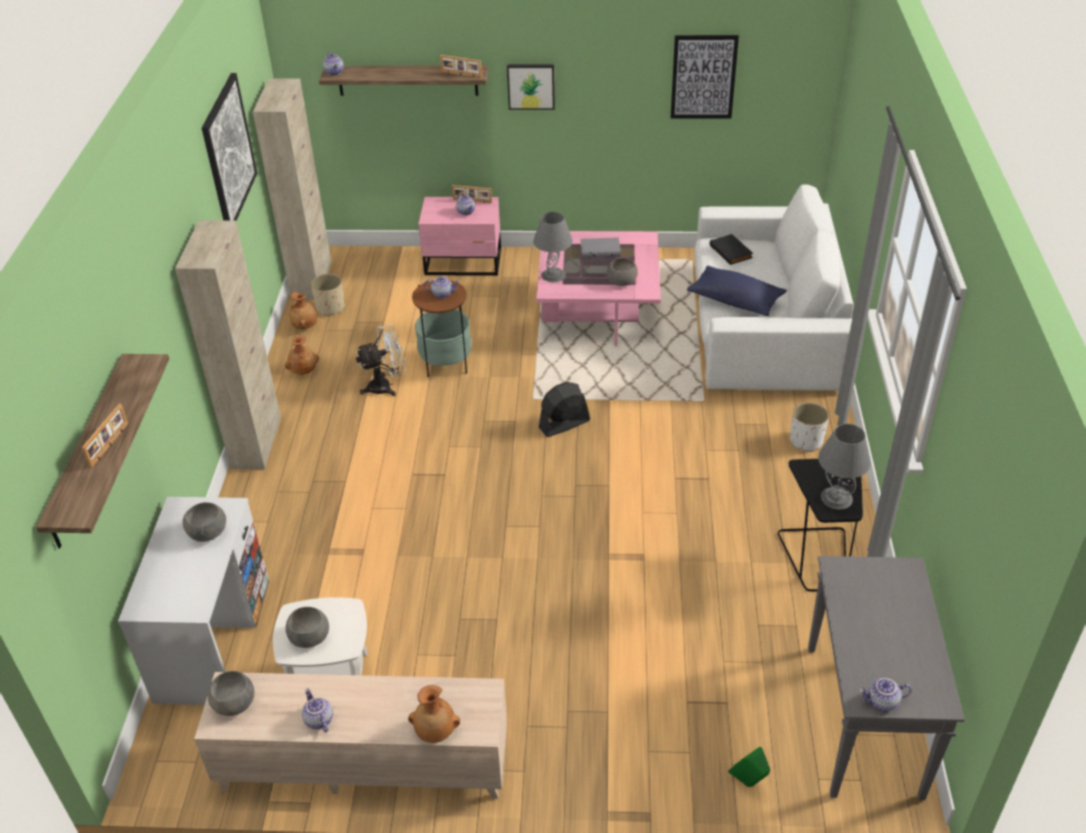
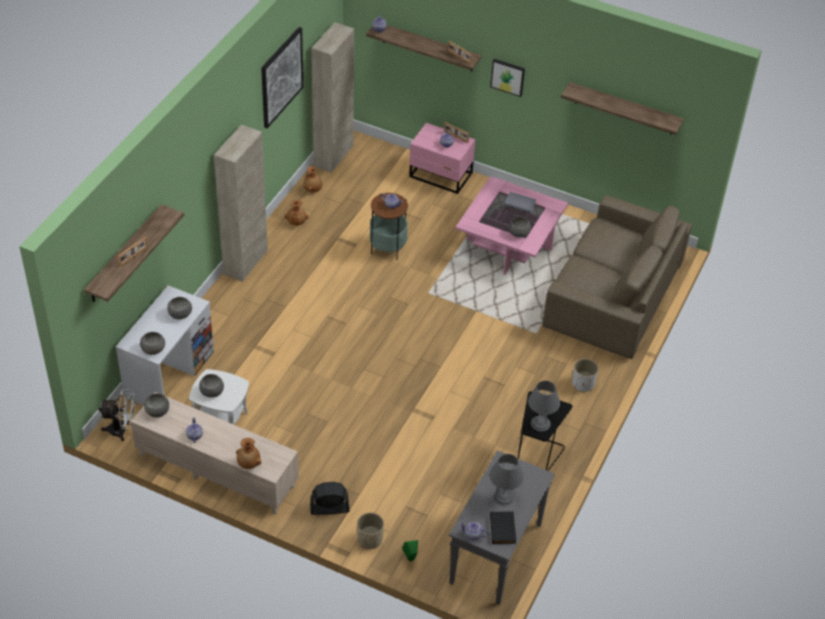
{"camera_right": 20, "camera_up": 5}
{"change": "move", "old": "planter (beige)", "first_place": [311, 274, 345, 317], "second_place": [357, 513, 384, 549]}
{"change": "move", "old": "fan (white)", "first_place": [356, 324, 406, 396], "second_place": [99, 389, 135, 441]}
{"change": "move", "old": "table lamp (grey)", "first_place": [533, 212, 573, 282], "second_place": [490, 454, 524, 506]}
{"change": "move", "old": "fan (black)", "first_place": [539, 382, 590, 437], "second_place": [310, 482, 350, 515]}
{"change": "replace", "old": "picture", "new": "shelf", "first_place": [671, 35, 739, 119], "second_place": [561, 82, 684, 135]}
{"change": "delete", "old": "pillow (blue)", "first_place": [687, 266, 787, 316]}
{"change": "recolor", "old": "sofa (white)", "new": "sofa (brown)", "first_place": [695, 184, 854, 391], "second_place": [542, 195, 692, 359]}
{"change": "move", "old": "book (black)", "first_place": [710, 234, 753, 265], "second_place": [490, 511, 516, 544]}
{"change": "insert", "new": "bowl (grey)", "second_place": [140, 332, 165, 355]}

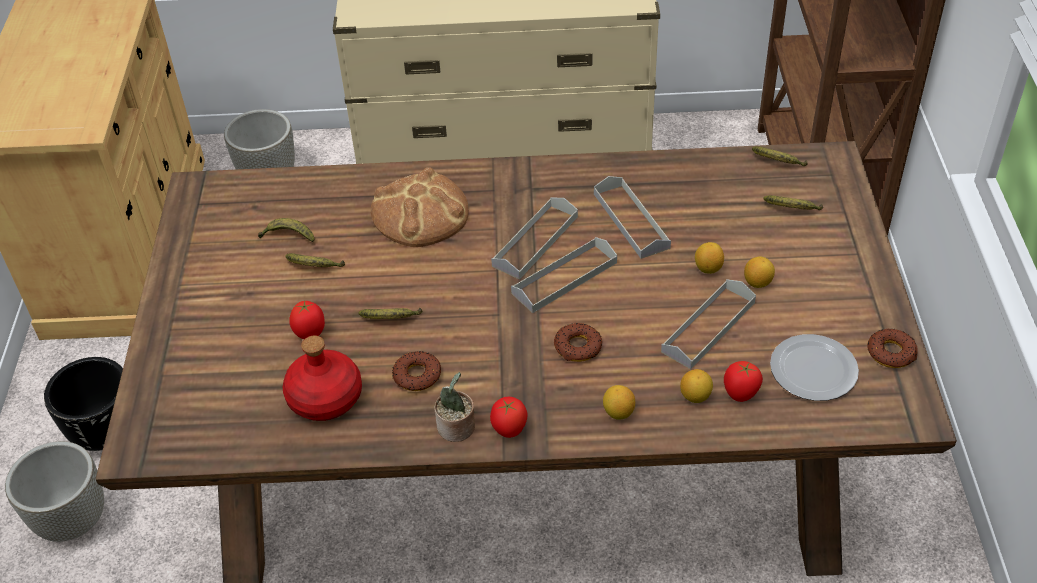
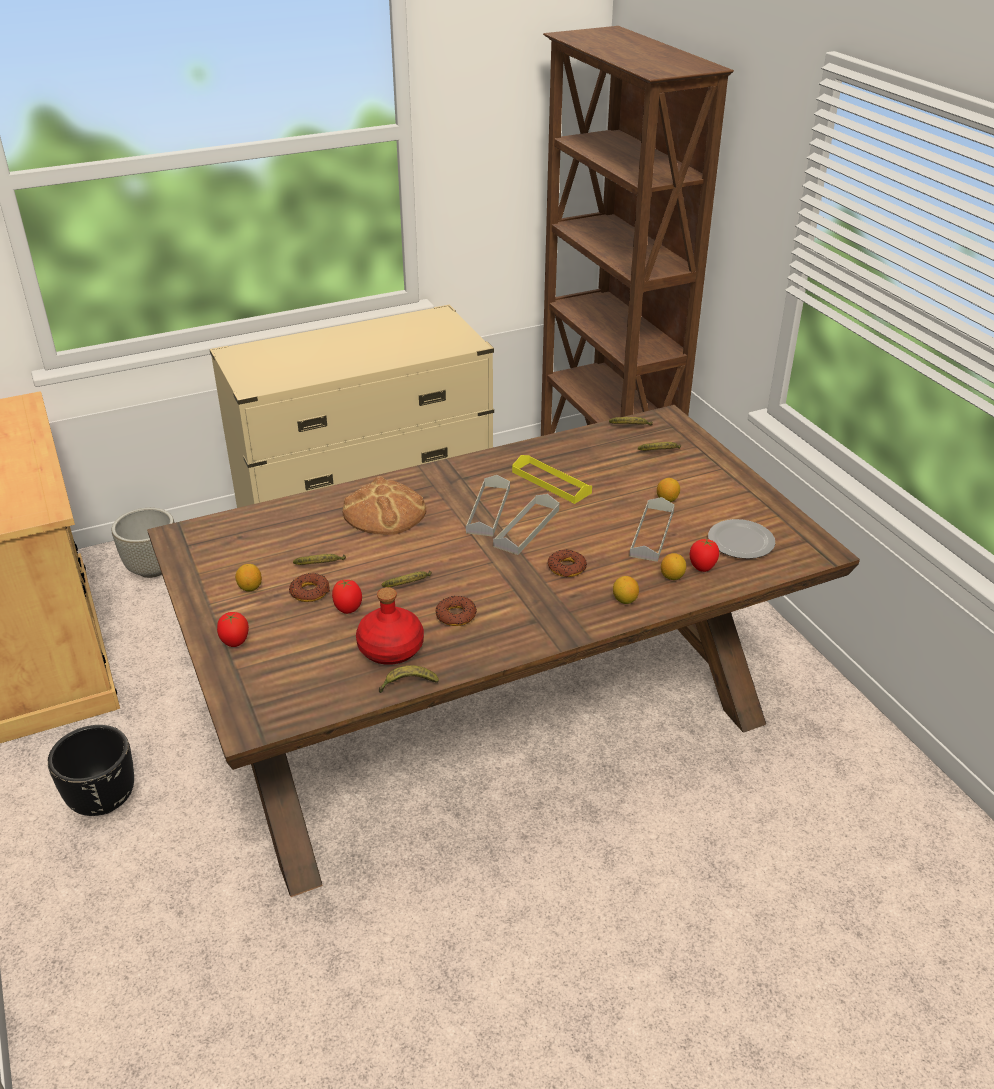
{"camera_right": -25, "camera_up": -10}
{"change": "delete", "old": "planter (grey)", "first_place": [5, 441, 104, 542]}
{"change": "move", "old": "banana", "first_place": [258, 218, 315, 242], "second_place": [379, 665, 439, 693]}
{"change": "delete", "old": "potted plant", "first_place": [434, 372, 475, 442]}
{"change": "move", "old": "tomato", "first_place": [490, 397, 527, 438], "second_place": [217, 612, 249, 647]}
{"change": "recolor", "old": "tray (grey)", "new": "tray (yellow)", "first_place": [594, 176, 671, 259], "second_place": [512, 455, 592, 504]}
{"change": "move", "old": "lemon", "first_place": [695, 242, 724, 274], "second_place": [235, 564, 262, 591]}
{"change": "move", "old": "donut", "first_place": [867, 329, 918, 368], "second_place": [289, 573, 330, 602]}

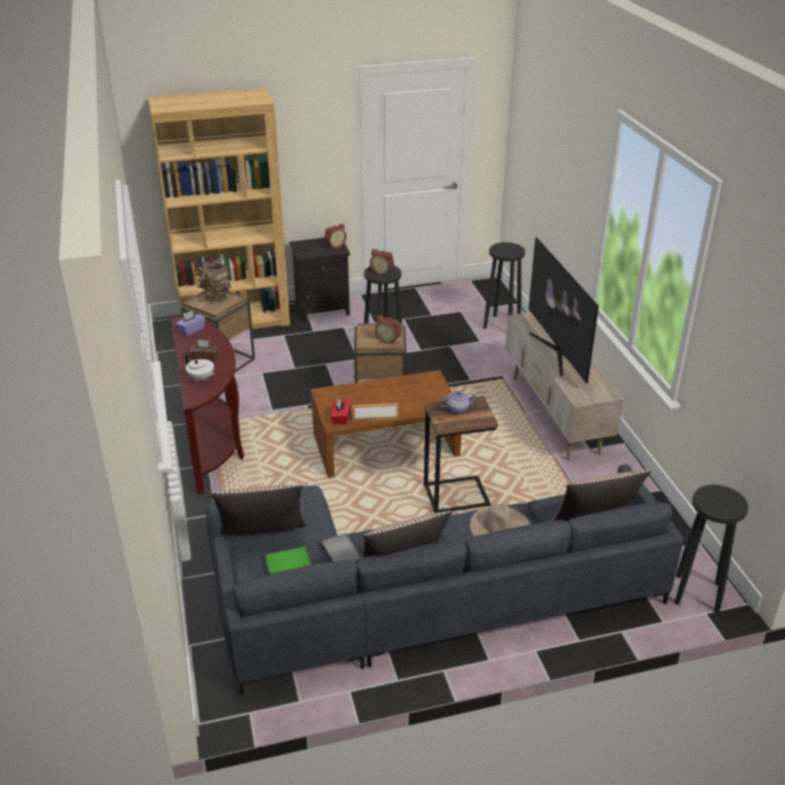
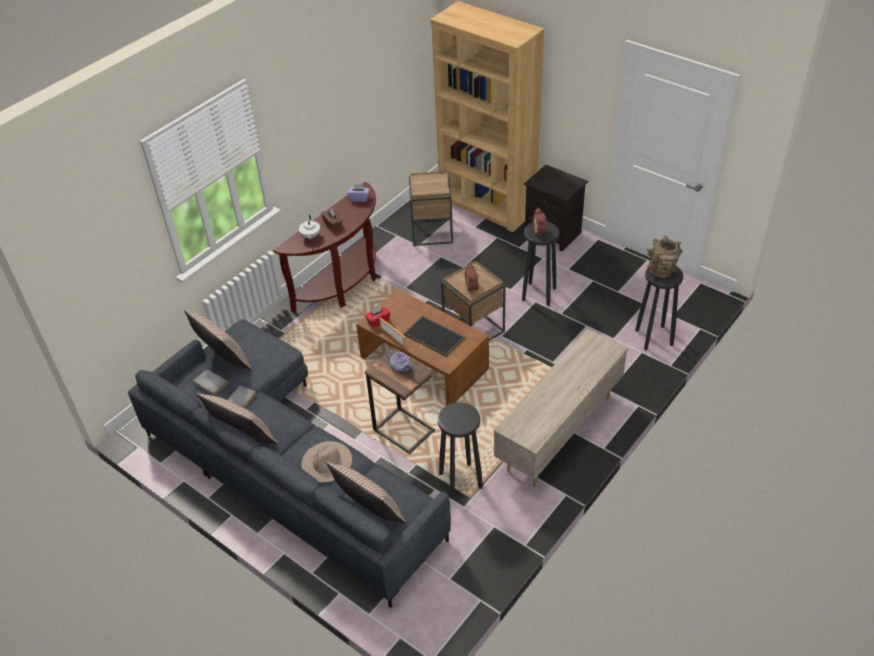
{"camera_right": 55, "camera_up": 10}
{"change": "move", "old": "vase (brown)", "first_place": [196, 261, 231, 302], "second_place": [647, 235, 683, 278]}
{"change": "recolor", "old": "book (green)", "new": "book (grey)", "first_place": [265, 546, 311, 574], "second_place": [193, 369, 229, 395]}
{"change": "delete", "old": "alarm clock", "first_place": [324, 224, 346, 249]}
{"change": "delete", "old": "television", "first_place": [529, 237, 599, 384]}
{"change": "move", "old": "stool (black)", "first_place": [675, 485, 748, 613], "second_place": [438, 402, 483, 499]}
{"change": "insert", "new": "tray", "second_place": [403, 315, 465, 357]}

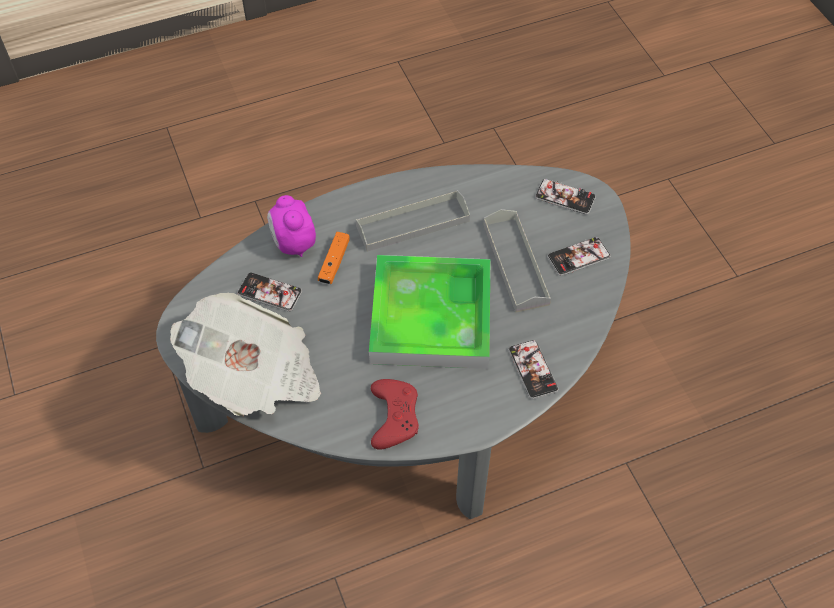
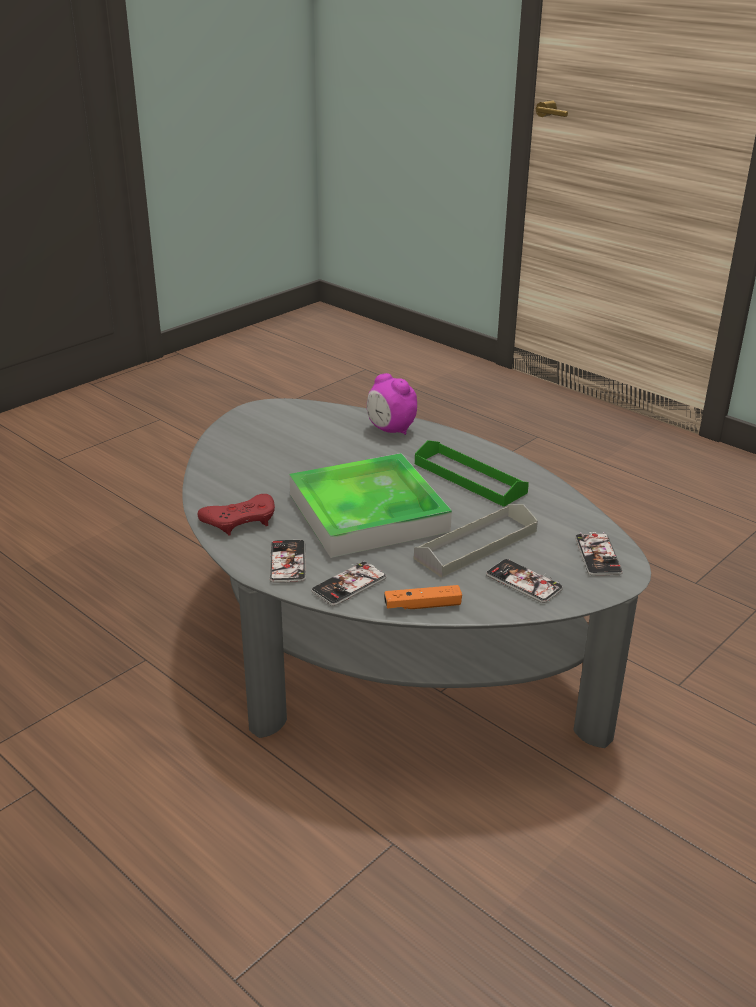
{"camera_right": 65, "camera_up": -25}
{"change": "delete", "old": "newspaper", "first_place": [170, 292, 321, 416]}
{"change": "move", "old": "phone", "first_place": [237, 272, 302, 312], "second_place": [270, 540, 306, 583]}
{"change": "rotate", "old": "alarm clock", "first_place": [267, 195, 316, 257], "second_place": [367, 373, 417, 435], "degrees": -90}
{"change": "move", "old": "game controller (orange)", "first_place": [318, 232, 350, 284], "second_place": [384, 585, 462, 610]}
{"change": "recolor", "old": "tray (grey)", "new": "tray (green)", "first_place": [356, 190, 470, 252], "second_place": [415, 440, 529, 507]}

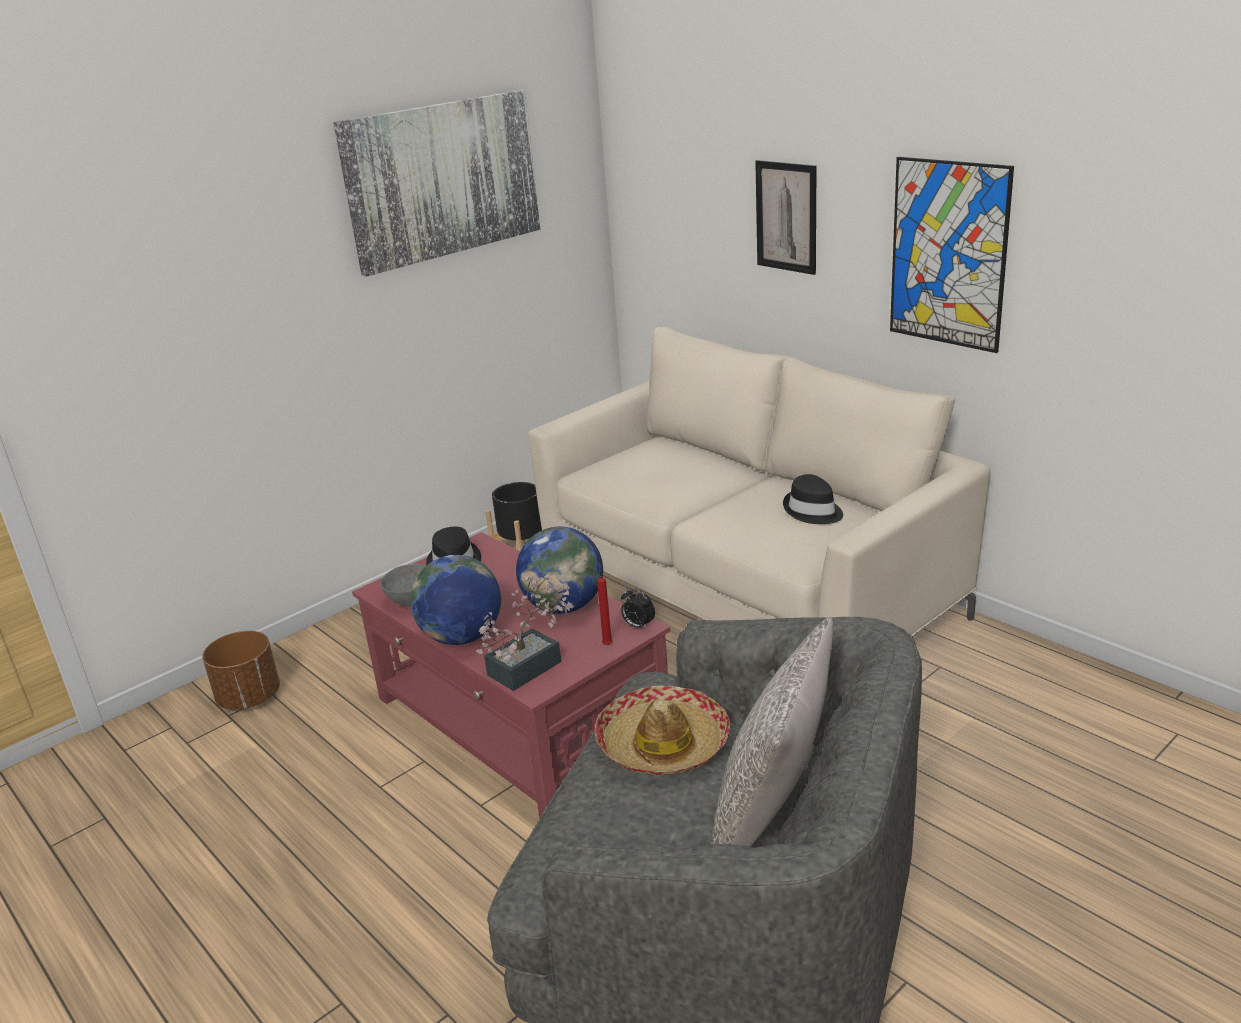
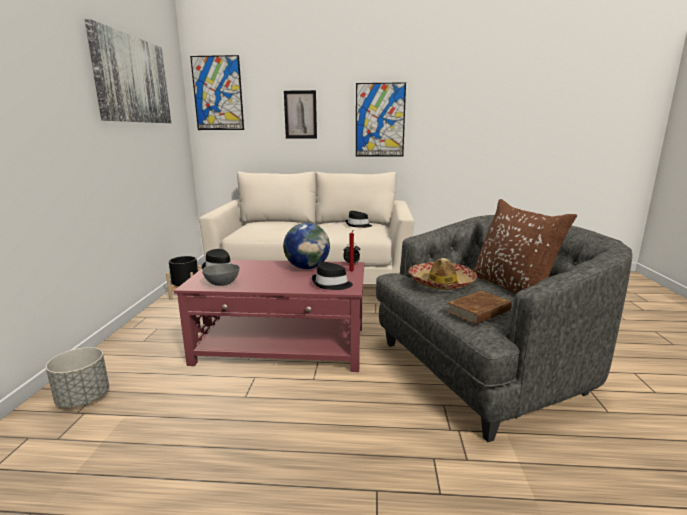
{"camera_right": -45, "camera_up": -10}
{"change": "recolor", "old": "planter (brown)", "new": "planter (grey)", "first_place": [202, 631, 280, 710], "second_place": [46, 347, 109, 408]}
{"change": "delete", "old": "globe", "first_place": [410, 555, 501, 645]}
{"change": "replace", "old": "potted plant", "new": "hat (black)", "first_place": [476, 573, 574, 691], "second_place": [312, 262, 353, 290]}
{"change": "recolor", "old": "pillow (grey)", "new": "pillow (brown)", "first_place": [711, 617, 833, 847], "second_place": [472, 199, 577, 294]}
{"change": "insert", "new": "picture", "second_place": [190, 55, 244, 130]}
{"change": "insert", "new": "book (brown)", "second_place": [446, 291, 512, 324]}

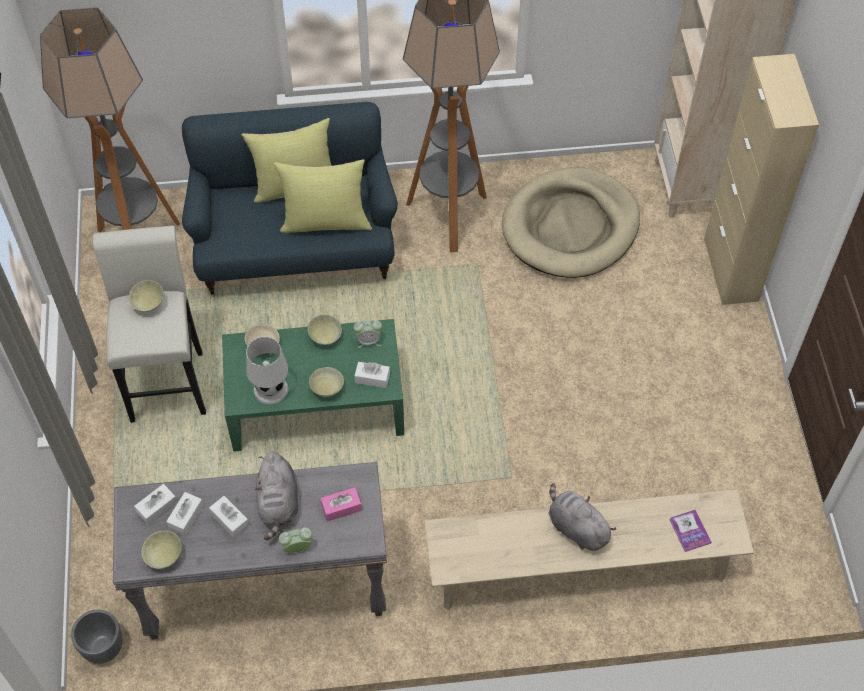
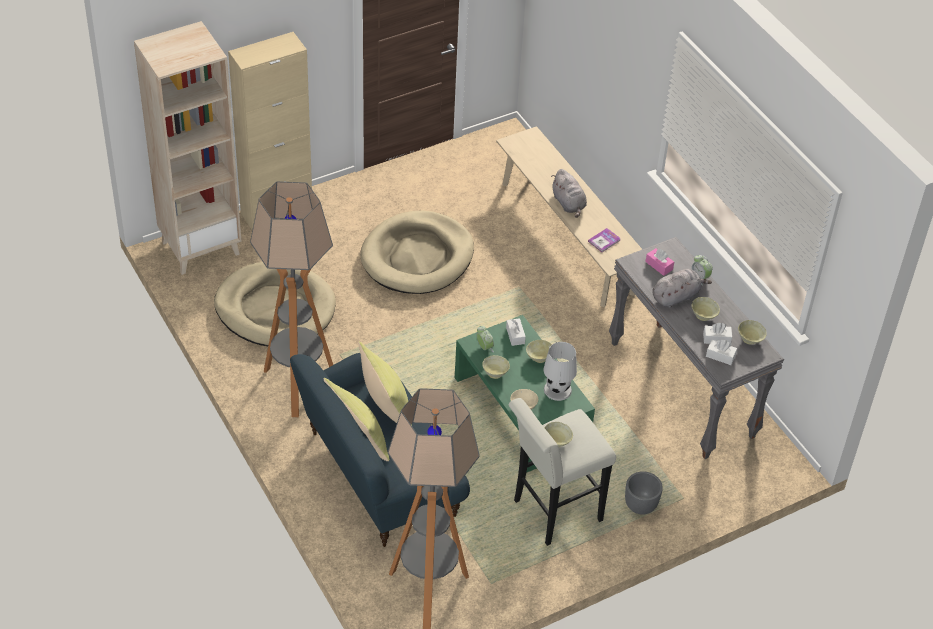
{"camera_right": -115, "camera_up": -10}
{"change": "move", "old": "planter (grey)", "first_place": [71, 610, 123, 664], "second_place": [625, 471, 663, 514]}
{"change": "replace", "old": "tissue box (white)", "new": "bowl (beige)", "first_place": [209, 496, 249, 538], "second_place": [692, 297, 720, 321]}
{"change": "rotate", "old": "plush toy (grey)", "first_place": [549, 483, 616, 551], "second_place": [551, 169, 587, 218], "degrees": -45}
{"change": "move", "old": "book", "first_place": [669, 510, 711, 552], "second_place": [588, 228, 621, 252]}
{"change": "insert", "new": "dog bed (beige)", "second_place": [360, 211, 474, 294]}

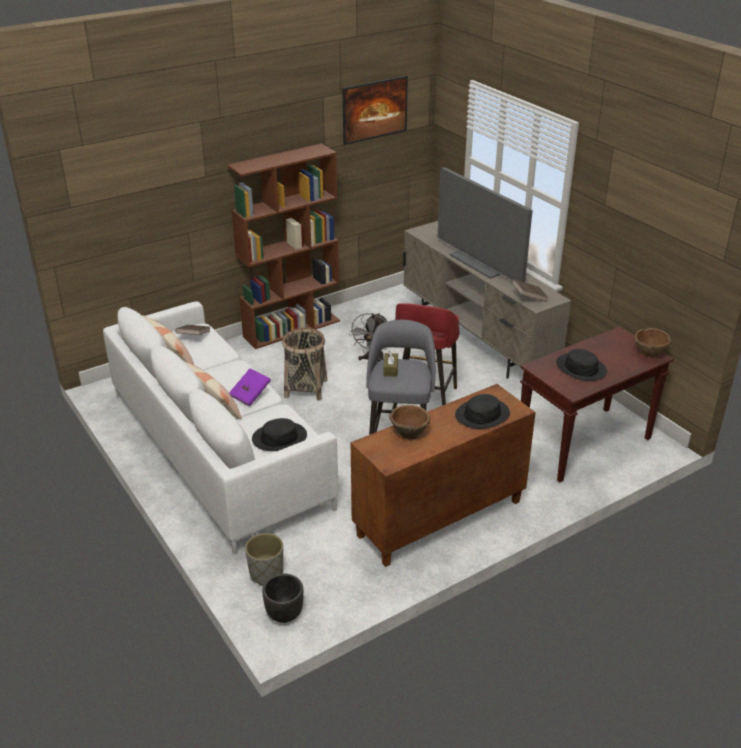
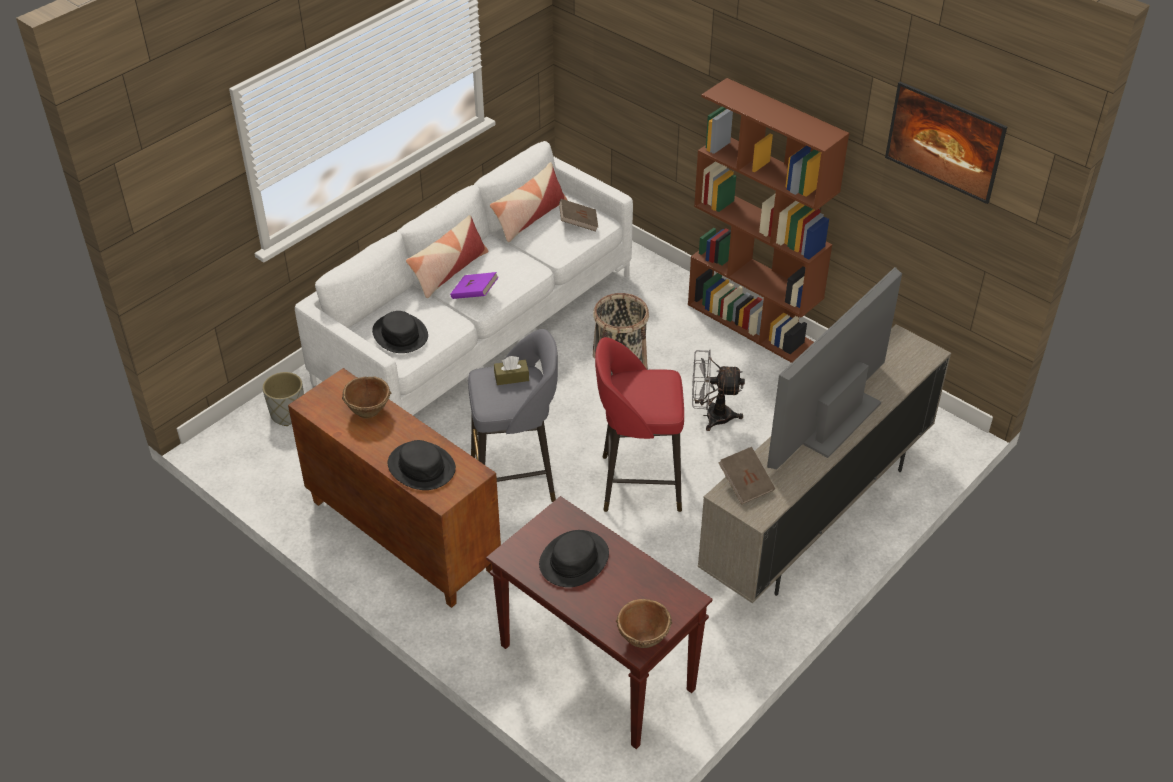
{"camera_right": 75, "camera_up": 10}
{"change": "delete", "old": "planter (black)", "first_place": [262, 573, 303, 623]}

